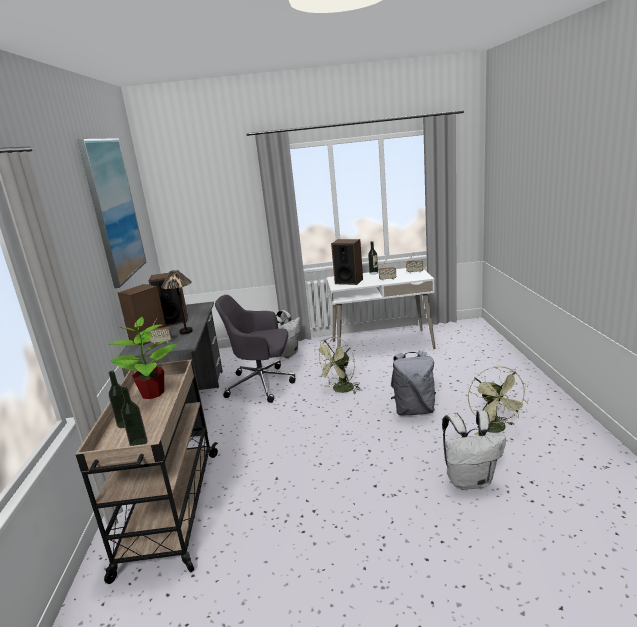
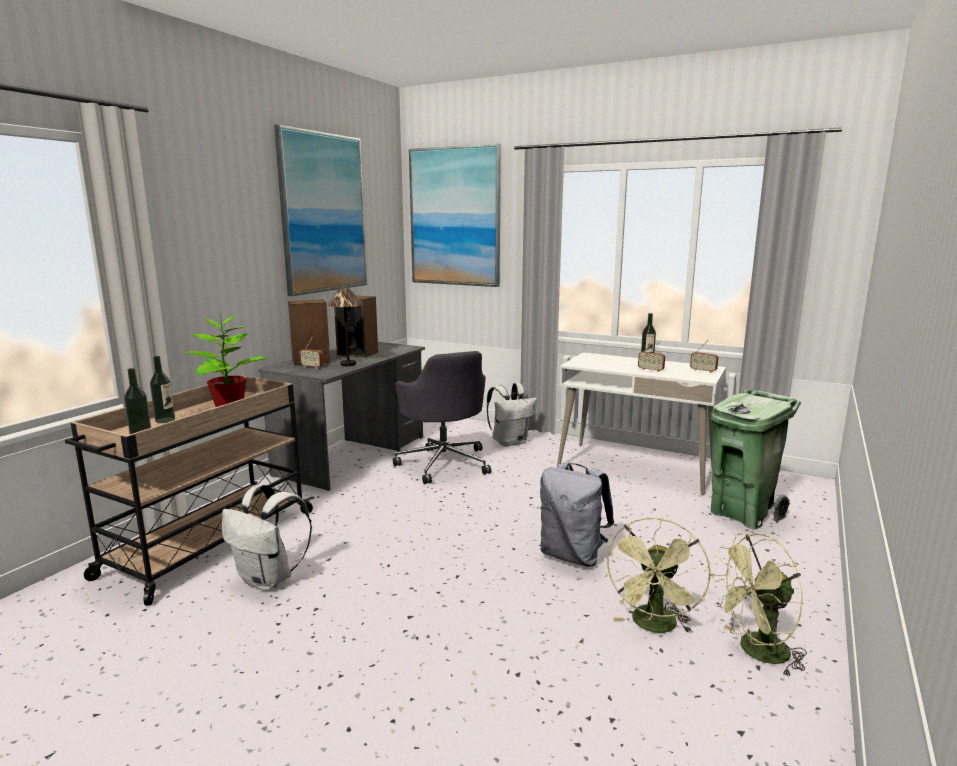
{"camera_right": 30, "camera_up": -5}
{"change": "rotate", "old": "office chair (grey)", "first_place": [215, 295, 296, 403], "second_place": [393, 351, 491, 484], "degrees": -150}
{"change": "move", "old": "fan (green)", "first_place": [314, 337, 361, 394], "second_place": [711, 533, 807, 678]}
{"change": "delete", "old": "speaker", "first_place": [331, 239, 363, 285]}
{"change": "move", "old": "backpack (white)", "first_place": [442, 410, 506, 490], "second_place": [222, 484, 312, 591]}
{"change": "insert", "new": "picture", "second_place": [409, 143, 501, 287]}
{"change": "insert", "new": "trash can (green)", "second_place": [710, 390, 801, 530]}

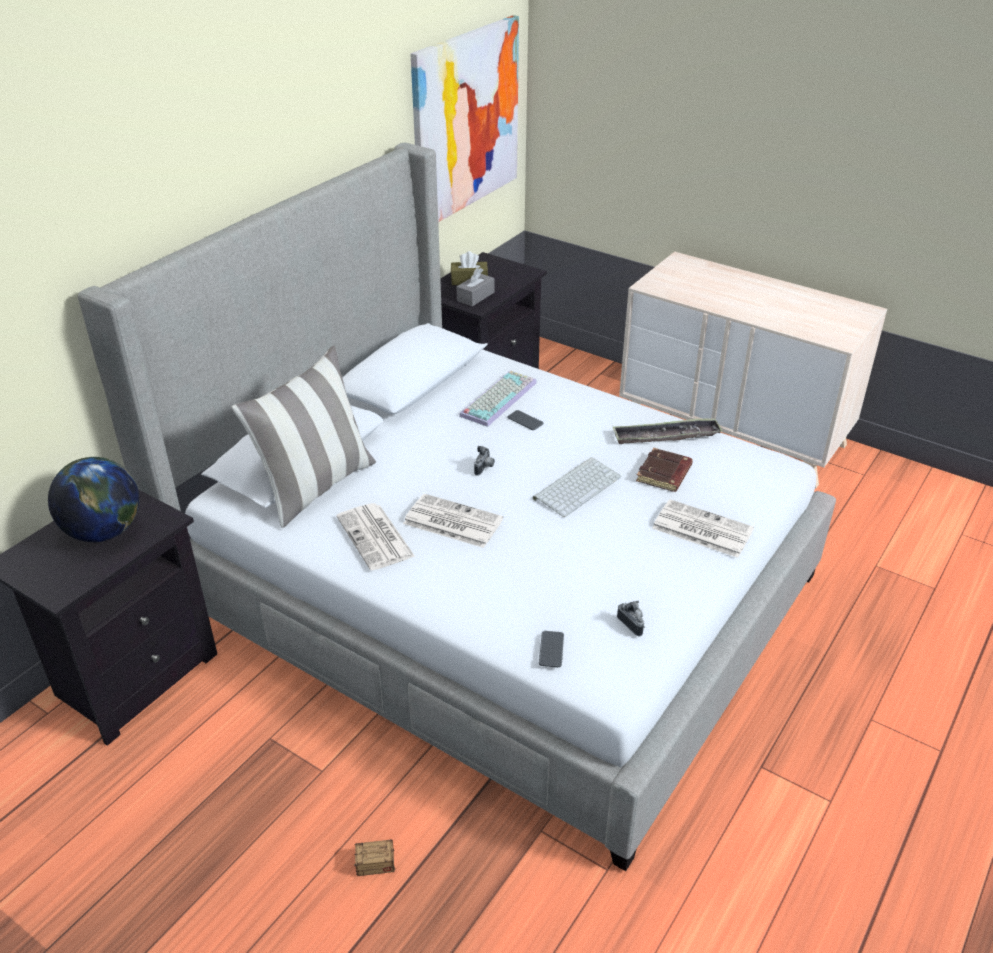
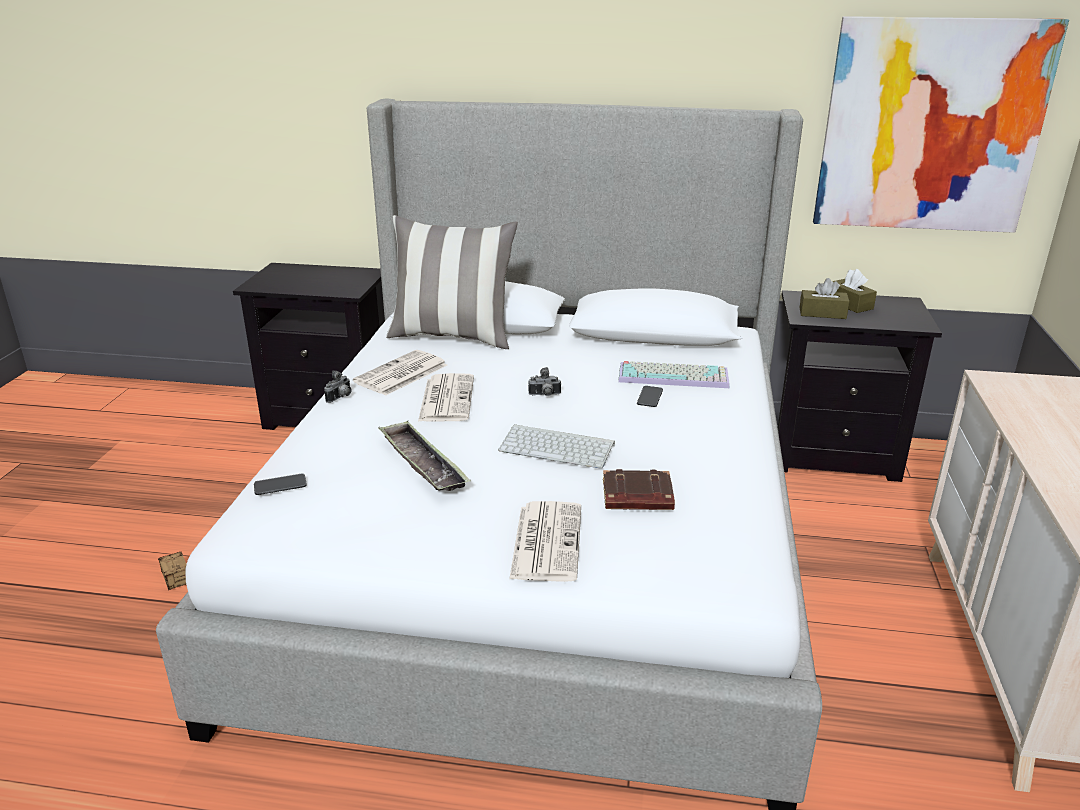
{"camera_right": 65, "camera_up": -10}
{"change": "delete", "old": "globe", "first_place": [48, 457, 139, 542]}
{"change": "recolor", "old": "tissue box (grey)", "new": "tissue box (brown)", "first_place": [457, 268, 494, 306], "second_place": [799, 278, 850, 319]}
{"change": "move", "old": "tray", "first_place": [613, 418, 723, 444], "second_place": [378, 421, 471, 491]}
{"change": "move", "old": "photo camera", "first_place": [617, 601, 645, 636], "second_place": [324, 370, 352, 403]}

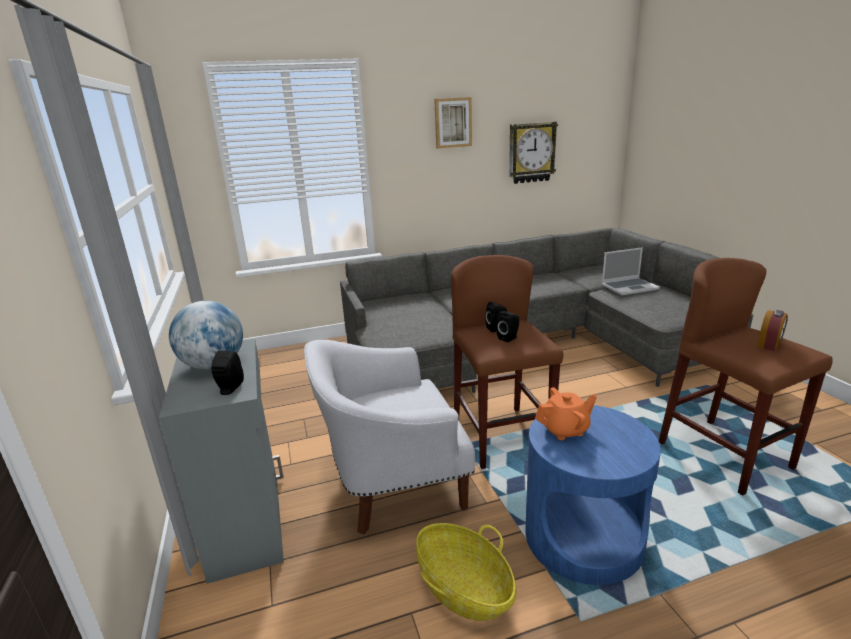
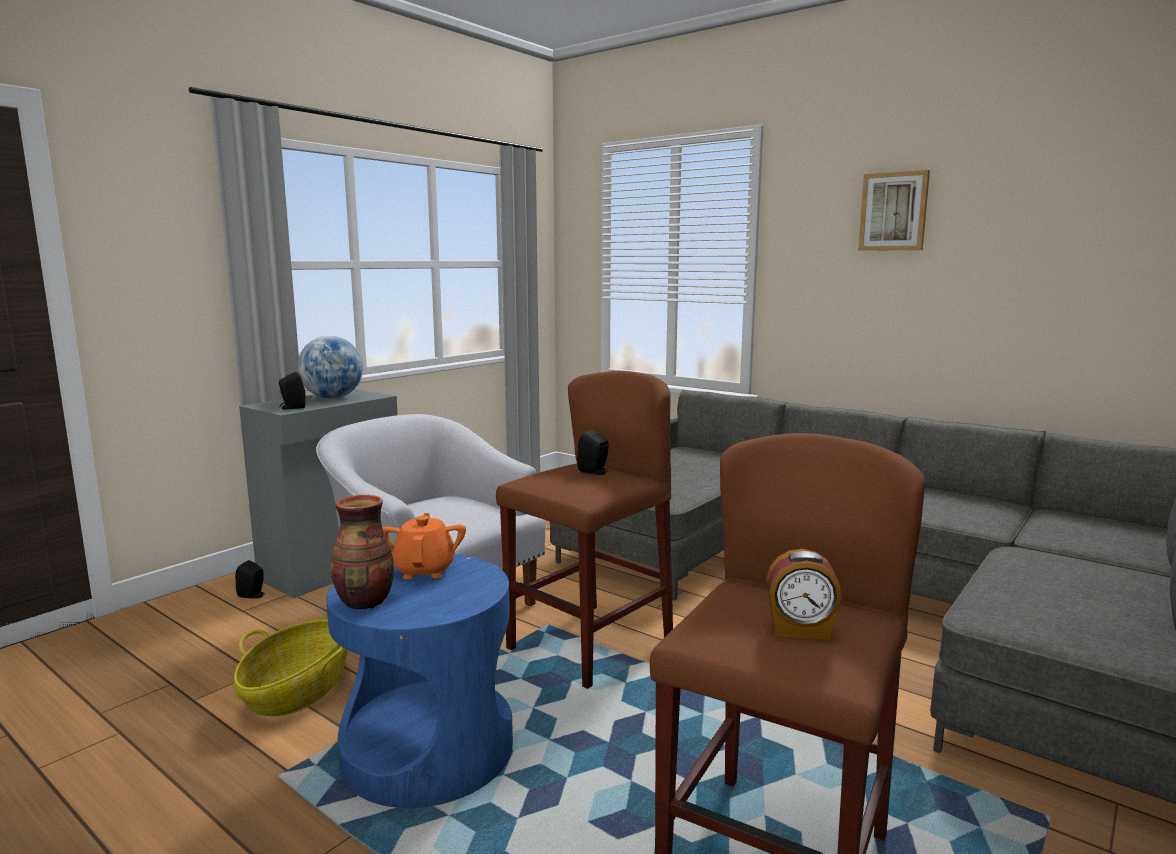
{"camera_right": 55, "camera_up": -10}
{"change": "move", "old": "speaker (black)", "first_place": [497, 311, 519, 342], "second_place": [235, 560, 265, 599]}
{"change": "delete", "old": "wall clock", "first_place": [509, 122, 558, 184]}
{"change": "rotate", "old": "teapot (orange)", "first_place": [535, 387, 597, 440], "second_place": [382, 513, 466, 579], "degrees": -135}
{"change": "delete", "old": "laptop", "first_place": [602, 247, 660, 295]}
{"change": "insert", "new": "vase", "second_place": [330, 495, 394, 609]}

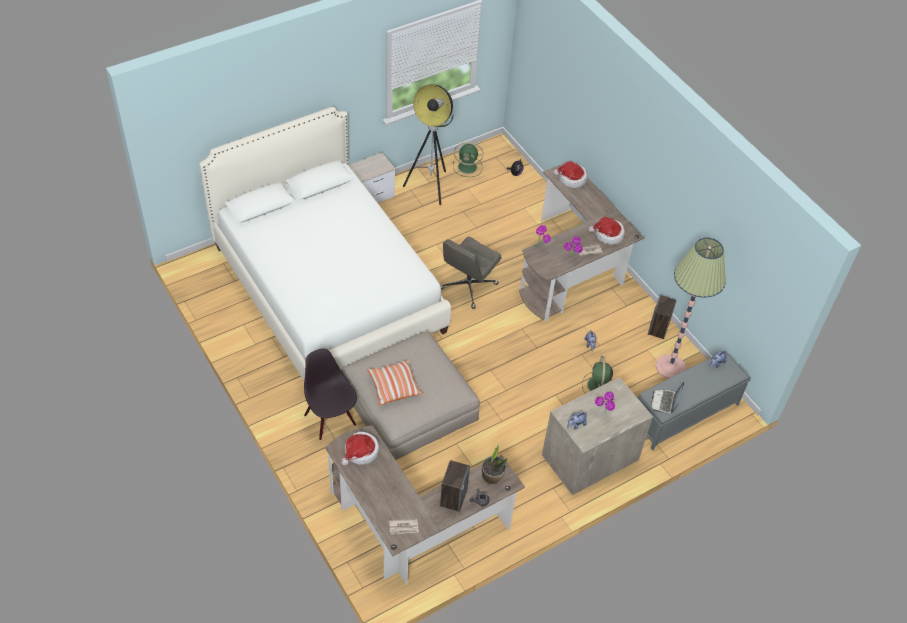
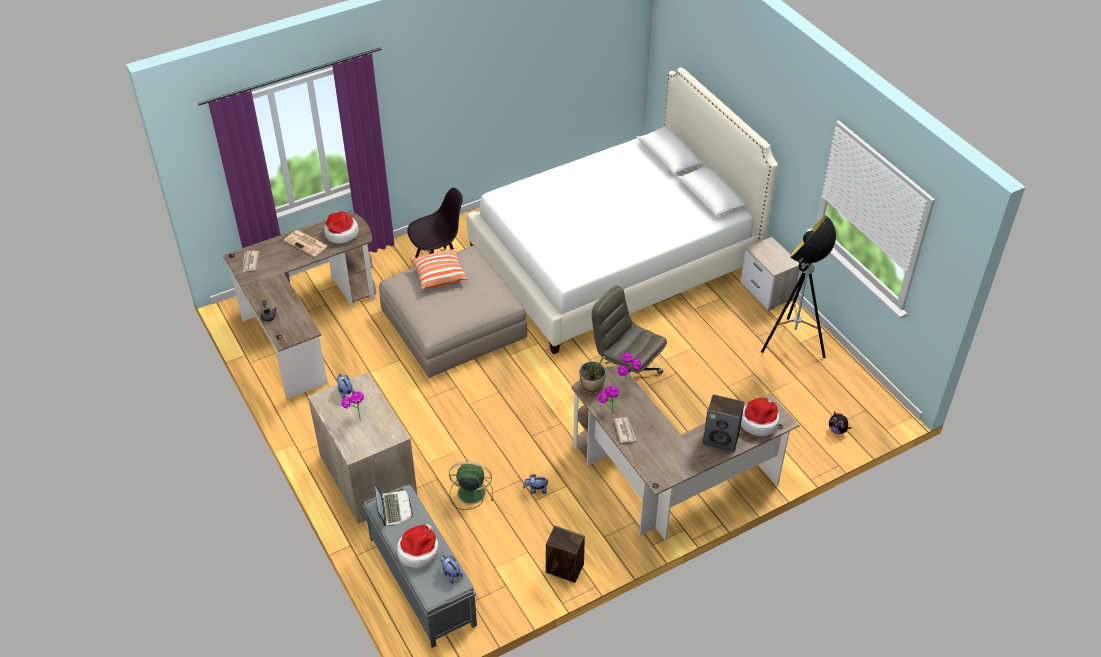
{"camera_right": 95, "camera_up": -5}
{"change": "move", "old": "speaker", "first_place": [440, 460, 470, 512], "second_place": [703, 394, 745, 452]}
{"change": "delete", "old": "fan (green)", "first_place": [453, 142, 483, 177]}
{"change": "move", "old": "potted plant", "first_place": [482, 444, 508, 485], "second_place": [579, 356, 606, 394]}
{"change": "move", "old": "hat", "first_place": [589, 217, 625, 245], "second_place": [397, 524, 439, 568]}
{"change": "rotate", "old": "laptop", "first_place": [651, 382, 684, 414], "second_place": [375, 485, 413, 526], "degrees": 60}
{"change": "delete", "old": "floor lamp", "first_place": [656, 238, 726, 379]}
{"change": "insert", "new": "newspaper", "second_place": [284, 230, 328, 257]}

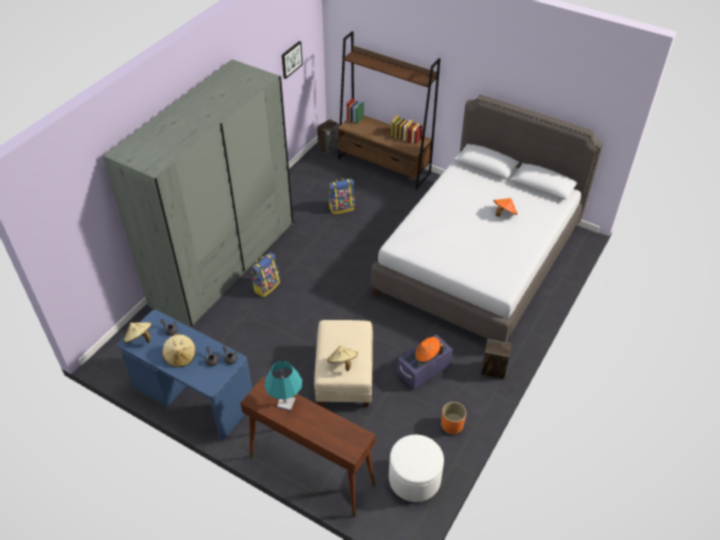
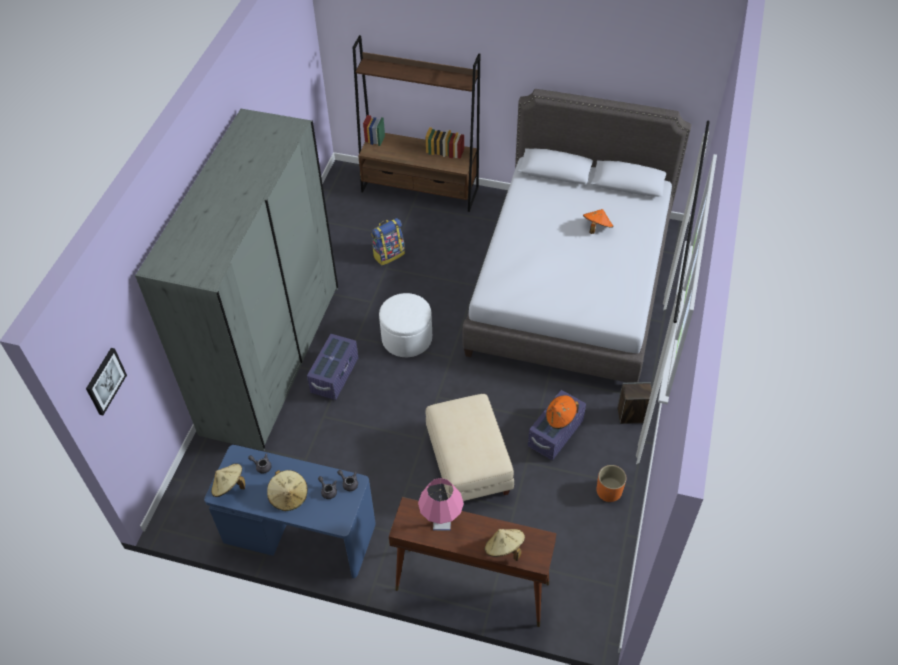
{"camera_right": -15, "camera_up": 5}
{"change": "replace", "old": "backpack", "new": "storage box (purple)", "first_place": [251, 253, 280, 297], "second_place": [307, 334, 358, 400]}
{"change": "recolor", "old": "table lamp (turquoise)", "new": "table lamp (pink)", "first_place": [264, 361, 302, 411], "second_place": [418, 478, 464, 531]}
{"change": "move", "old": "picture", "first_place": [282, 41, 303, 79], "second_place": [86, 348, 127, 415]}
{"change": "delete", "old": "speaker", "first_place": [317, 119, 339, 155]}
{"change": "move", "old": "hat (beige)", "first_place": [327, 346, 358, 371], "second_place": [485, 529, 525, 561]}
{"change": "move", "old": "ottoman (white)", "first_place": [389, 435, 444, 502], "second_place": [379, 293, 432, 357]}

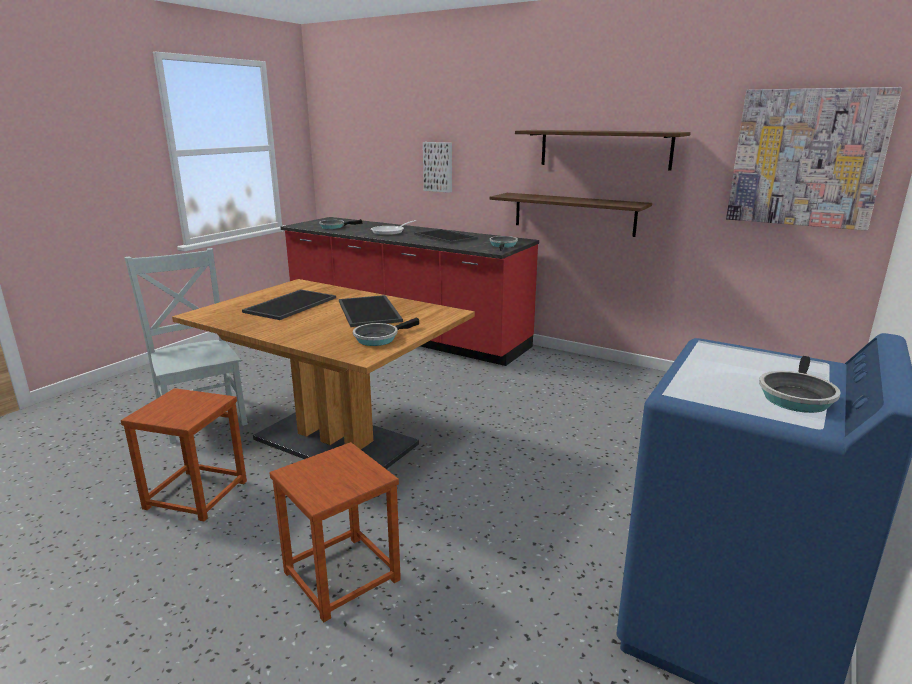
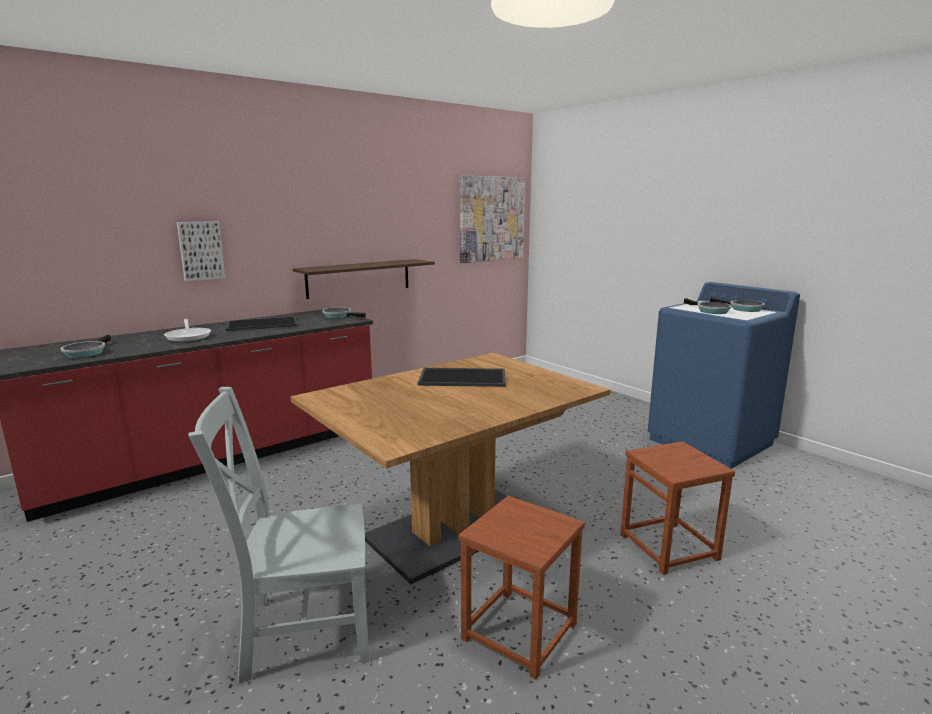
{"camera_right": -70, "camera_up": -5}
{"change": "delete", "old": "tray", "first_place": [242, 289, 336, 320]}
{"change": "move", "old": "frying pan", "first_place": [353, 318, 419, 346], "second_place": [684, 298, 732, 314]}
{"change": "delete", "old": "shelf", "first_place": [515, 130, 691, 171]}

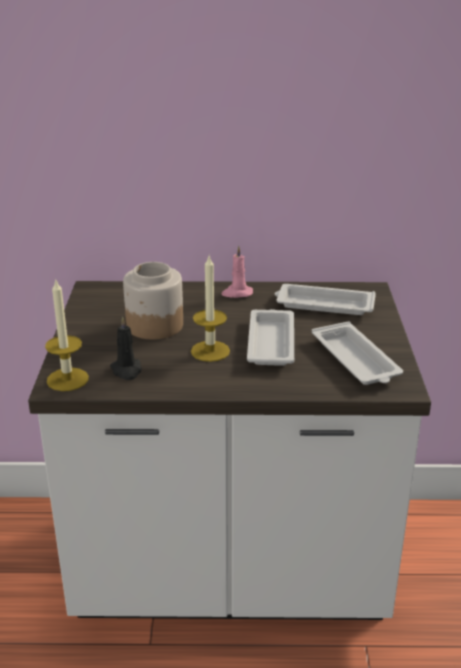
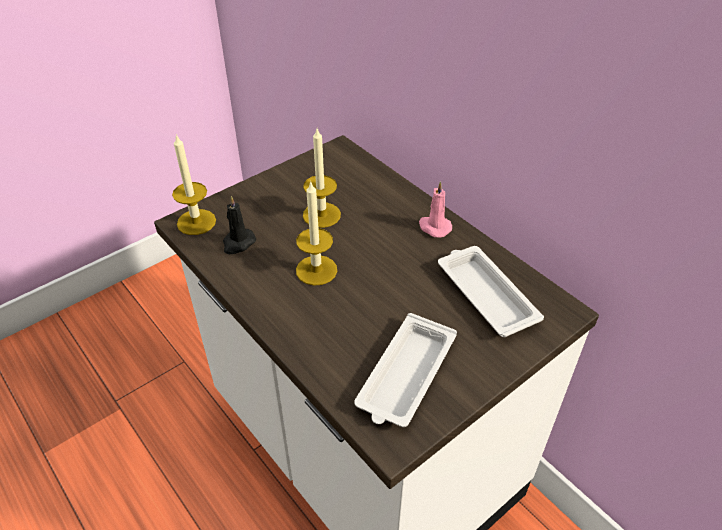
{"camera_right": 50, "camera_up": 15}
{"change": "replace", "old": "jar", "new": "candle", "first_place": [123, 262, 183, 339], "second_place": [303, 129, 341, 228]}
{"change": "delete", "old": "tray (white)", "first_place": [247, 309, 294, 366]}

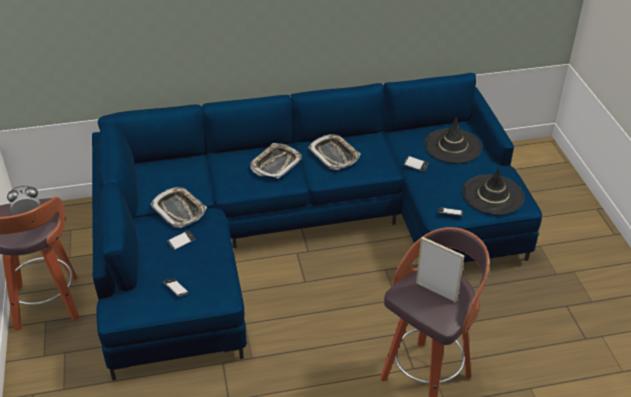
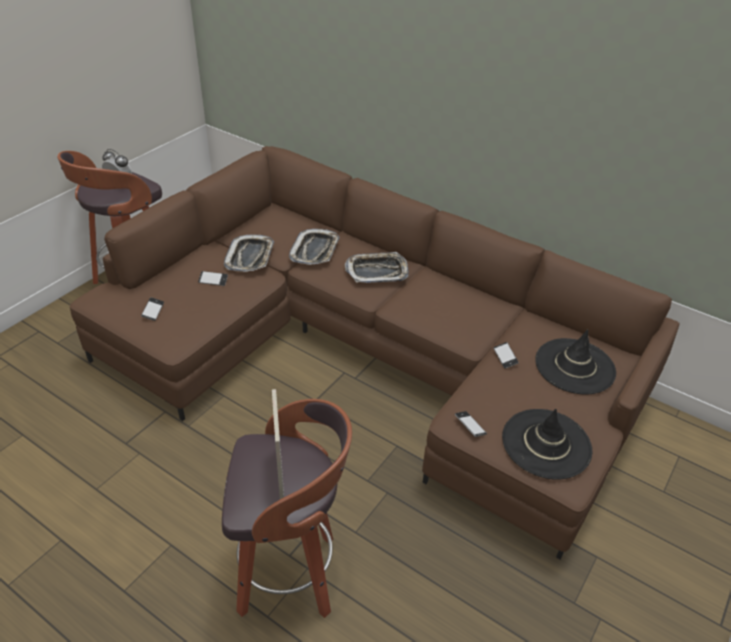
{"camera_right": 45, "camera_up": 0}
{"change": "recolor", "old": "sofa (blue)", "new": "sofa (brown)", "first_place": [92, 73, 542, 380], "second_place": [70, 146, 680, 560]}
{"change": "move", "old": "tray", "first_place": [308, 134, 361, 170], "second_place": [289, 229, 340, 265]}

